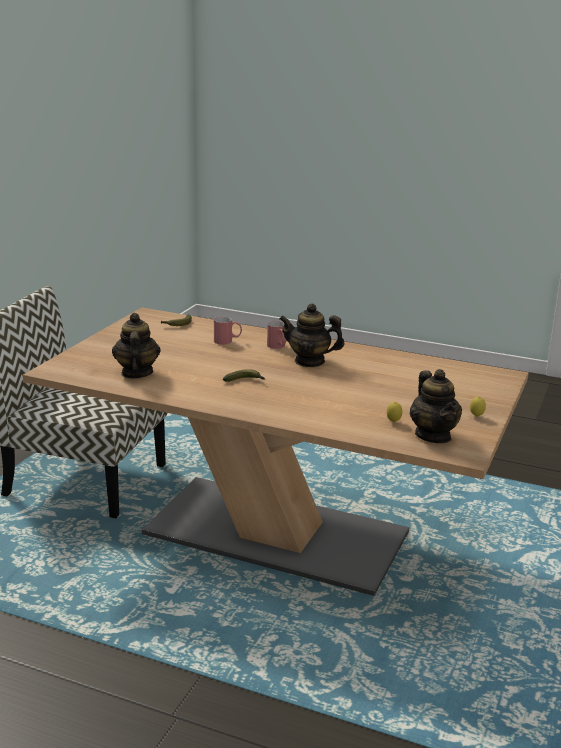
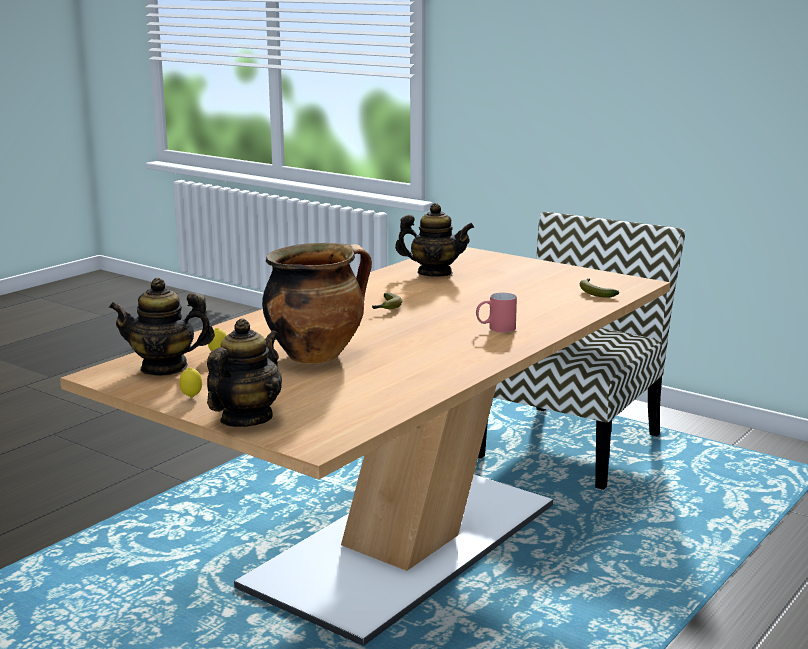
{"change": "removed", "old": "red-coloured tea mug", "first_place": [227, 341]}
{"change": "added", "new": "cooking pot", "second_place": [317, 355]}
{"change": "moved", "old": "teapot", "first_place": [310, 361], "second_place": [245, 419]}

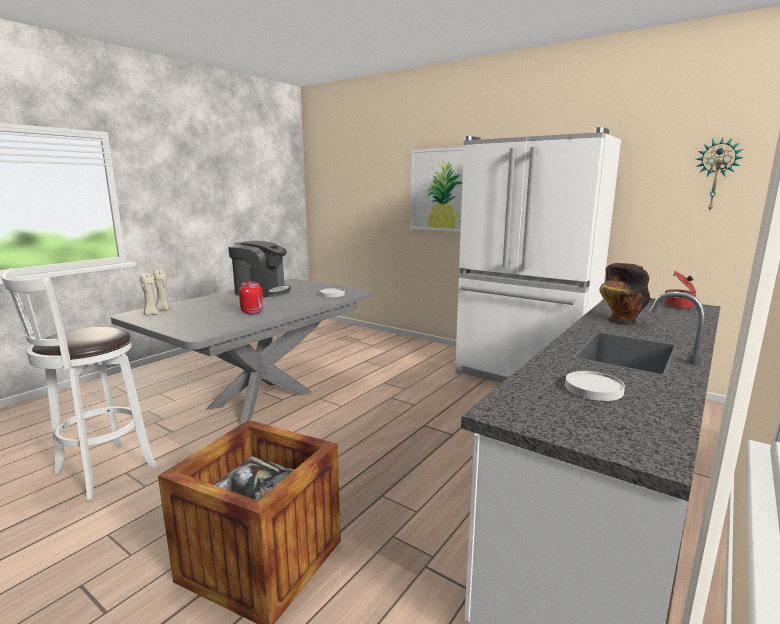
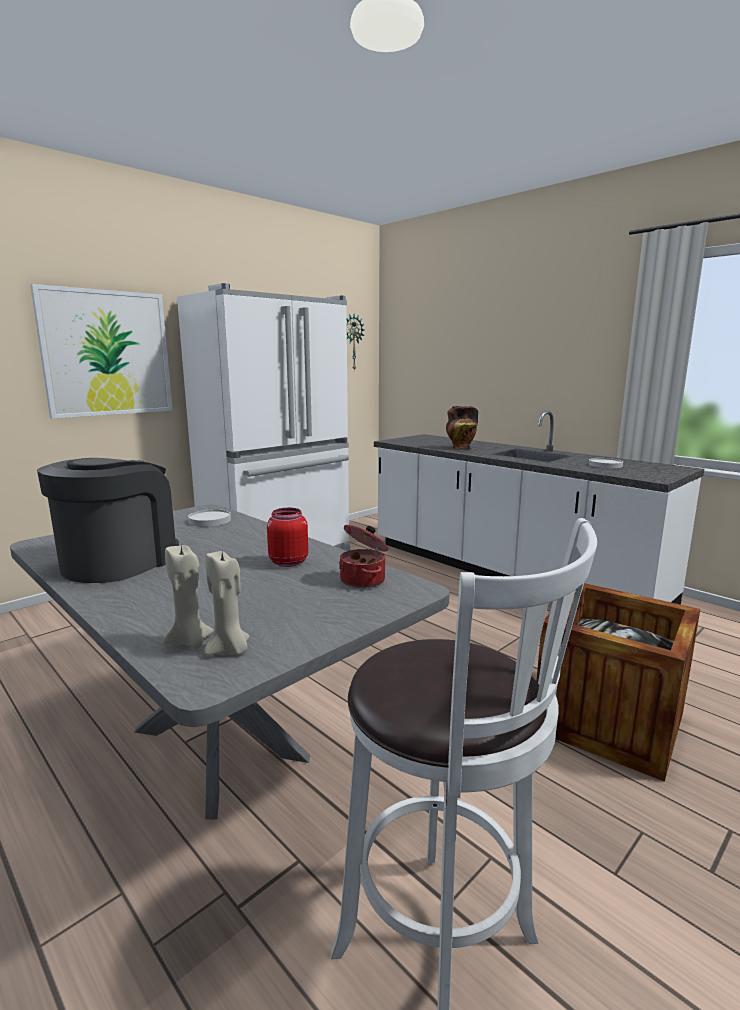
{"change": "moved", "old": "cooking pot", "first_place": [679, 306], "second_place": [364, 580]}

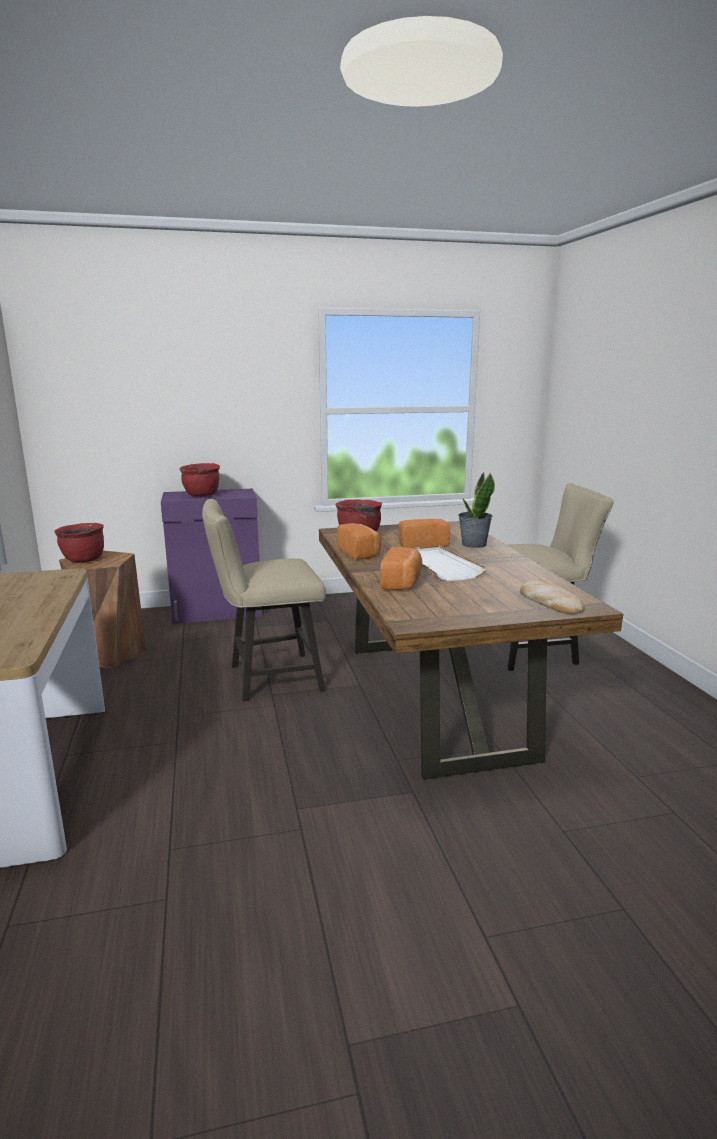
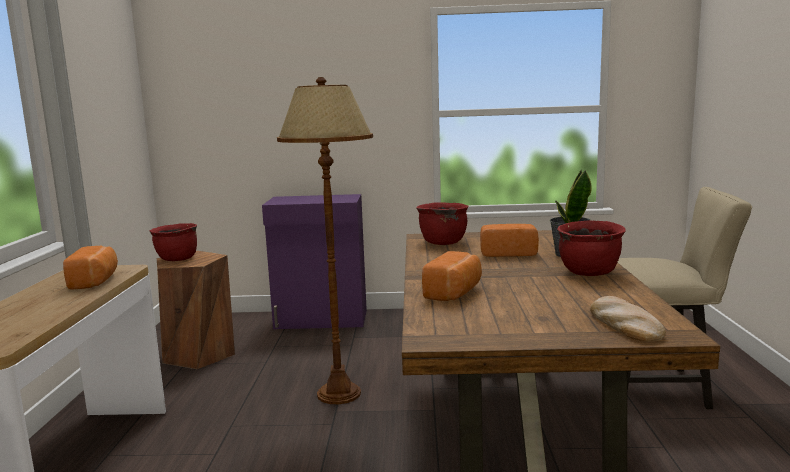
{"change": "removed", "old": "white-coloured carrying tray", "first_place": [439, 566]}
{"change": "moved", "old": "red-coloured cooking pot", "first_place": [202, 495], "second_place": [589, 273]}
{"change": "moved", "old": "baked bread", "first_place": [360, 553], "second_place": [95, 281]}
{"change": "replaced", "old": "beige-coloured upright chair", "new": "brown-coloured floor lamp", "first_place": [268, 678], "second_place": [339, 393]}

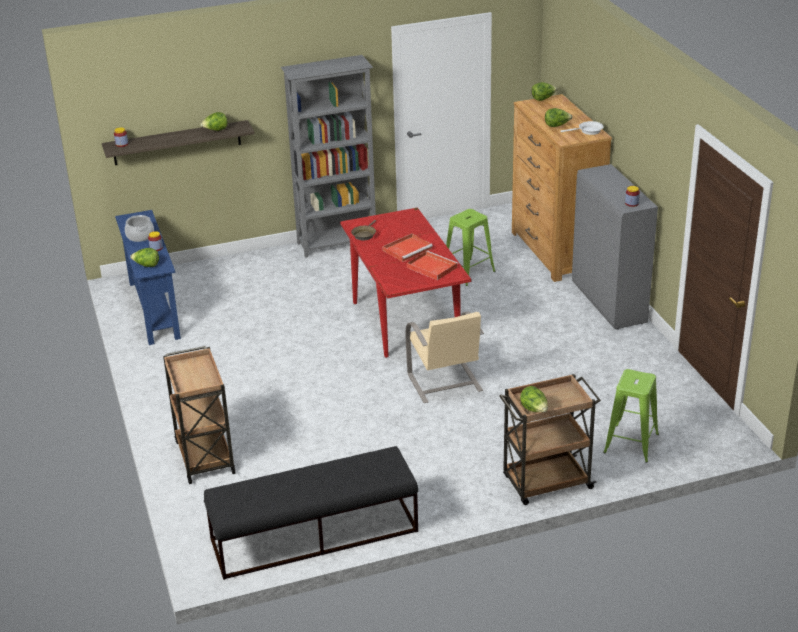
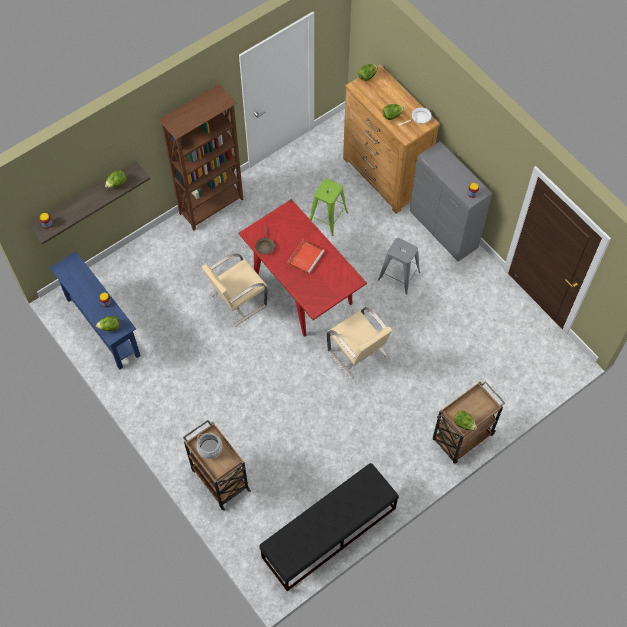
{"change": "removed", "old": "red-coloured carrying tray", "first_place": [431, 267]}
{"change": "removed", "old": "green stool seat", "first_place": [631, 443]}
{"change": "added", "new": "beige-coloured upright chair", "second_place": [237, 300]}
{"change": "added", "new": "grey stool seat", "second_place": [398, 275]}
{"change": "moved", "old": "cooking pot", "first_place": [140, 236], "second_place": [210, 448]}
{"change": "recoloured", "old": "grey shelving unit", "new": "brown-coloured shelving unit", "first_place": [338, 244], "second_place": [212, 206]}

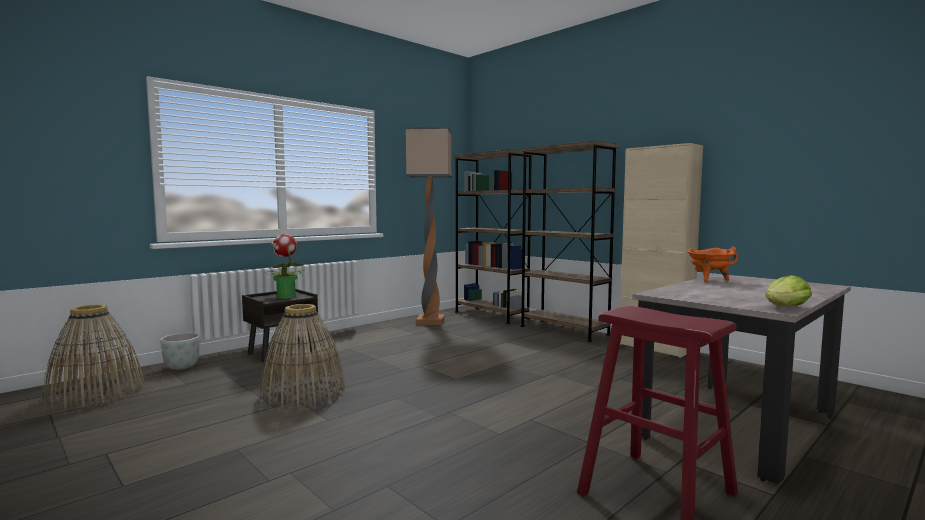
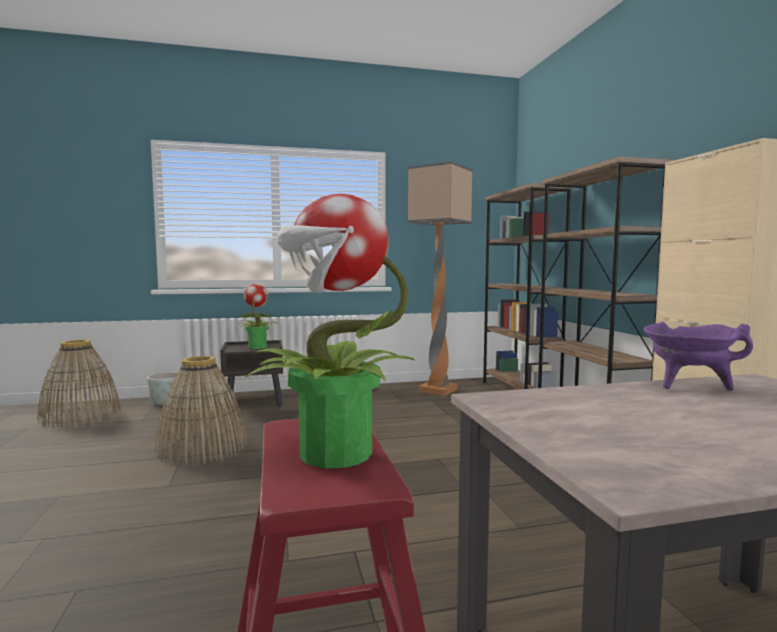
{"change": "removed", "old": "head of lettuce", "first_place": [785, 307]}
{"change": "added", "new": "potted plant", "second_place": [332, 453]}
{"change": "recoloured", "old": "orangey cooking pot", "new": "purple cooking pot", "first_place": [709, 280], "second_place": [688, 385]}

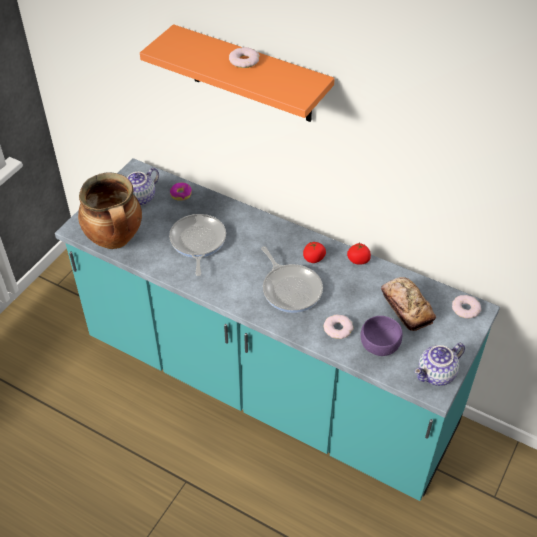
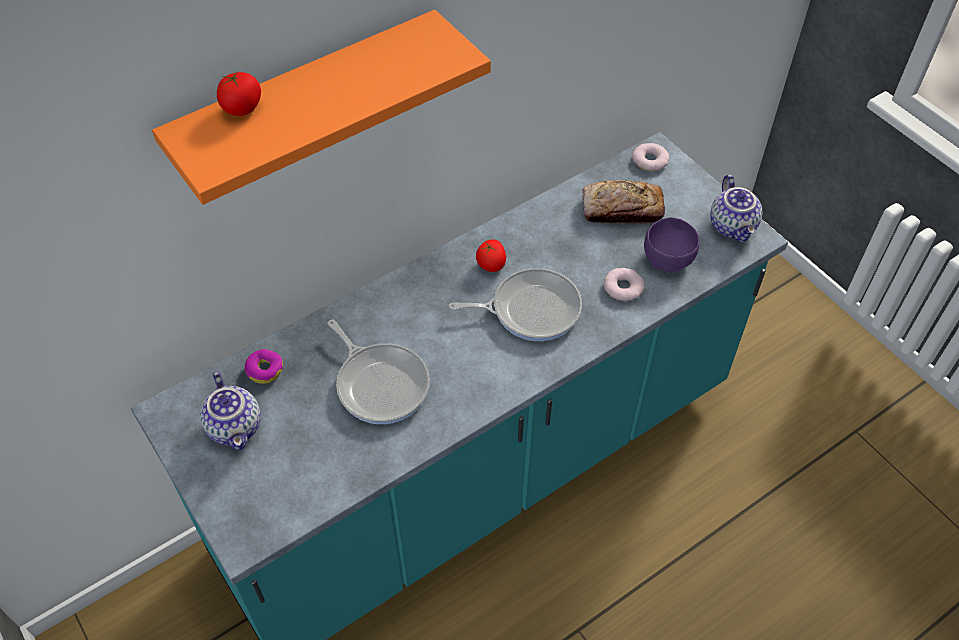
{"change": "removed", "old": "cooking pot", "first_place": [116, 240]}
{"change": "removed", "old": "doughnut", "first_place": [244, 61]}
{"change": "moved", "old": "fresh tomato", "first_place": [358, 260], "second_place": [242, 108]}
{"change": "turned", "old": "skillet", "first_place": [197, 242], "second_place": [380, 383], "degrees": -150}

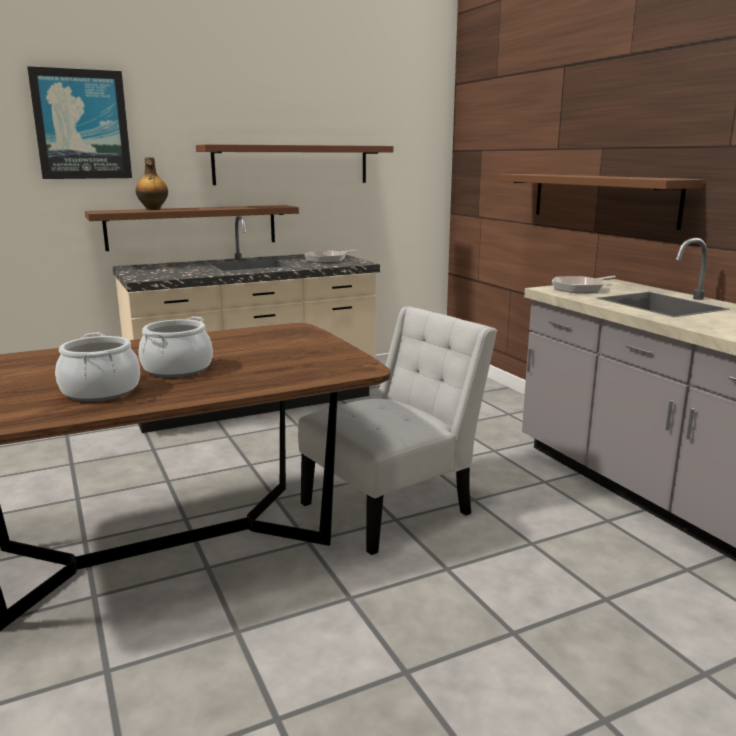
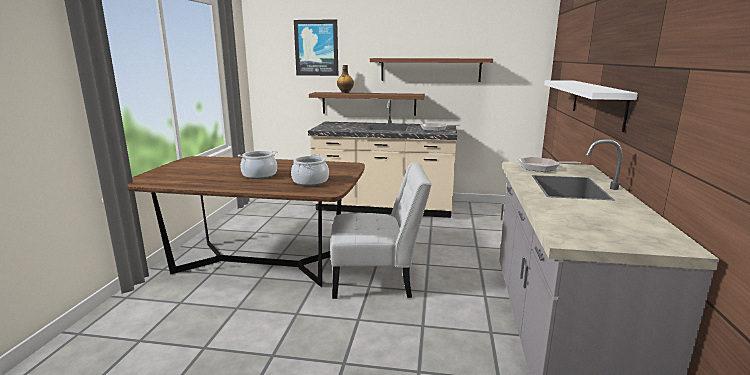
{"change": "moved", "old": "cooking pot", "first_place": [101, 391], "second_place": [310, 182]}
{"change": "recoloured", "old": "brown-coloured wall shelf", "new": "white-coloured wall shelf", "first_place": [602, 198], "second_place": [597, 102]}

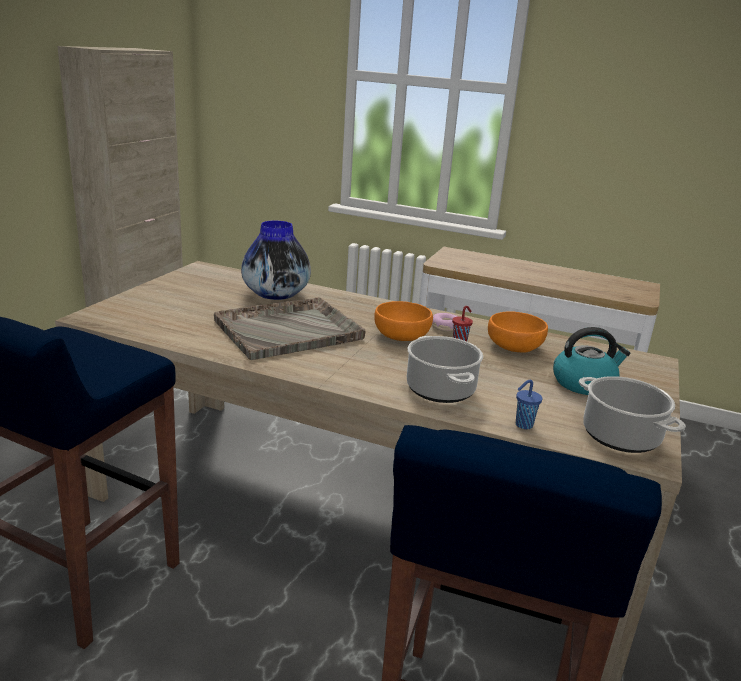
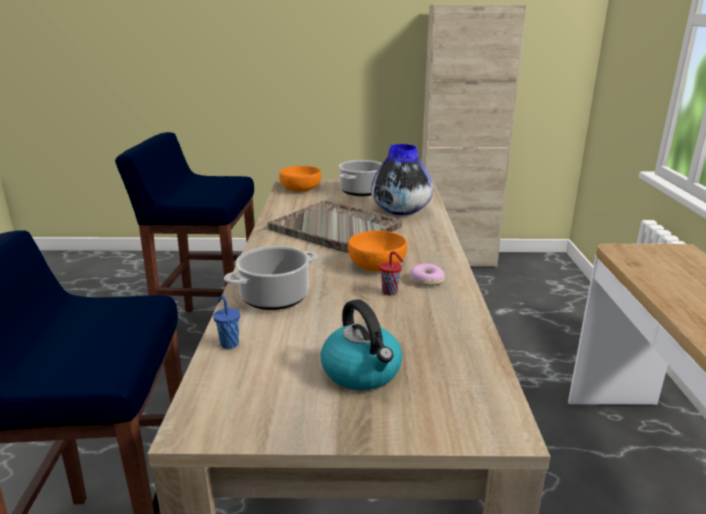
{"change": "moved", "old": "orangey deep dish", "first_place": [514, 346], "second_place": [301, 189]}
{"change": "moved", "old": "cooking pot", "first_place": [621, 436], "second_place": [361, 191]}

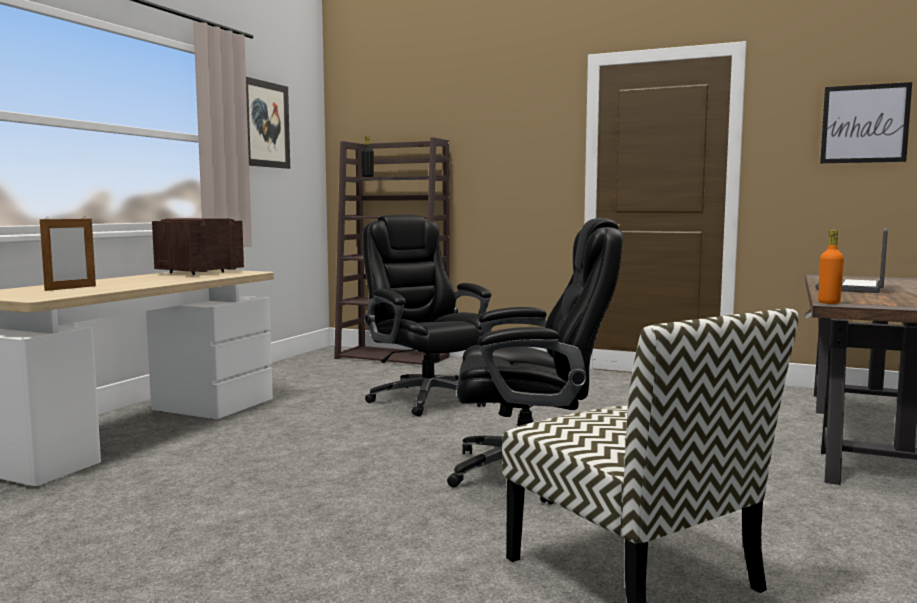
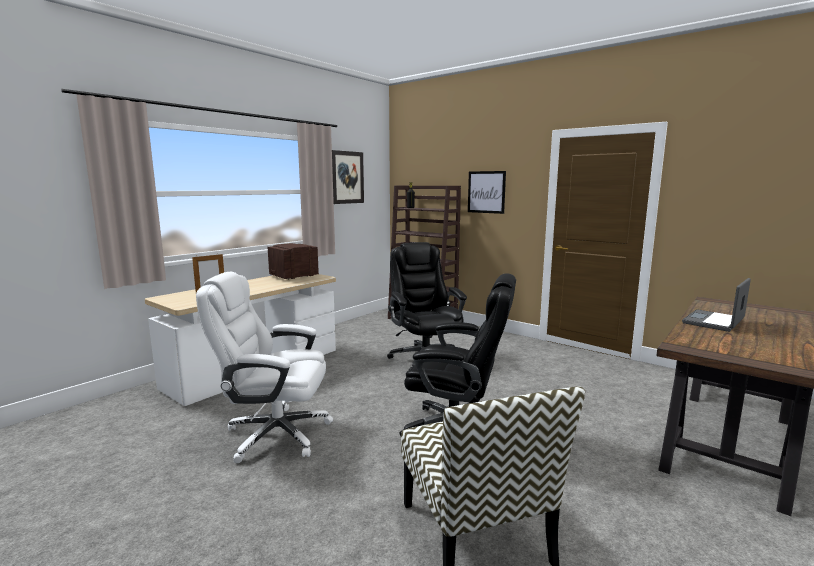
{"change": "removed", "old": "orangey beverage bottle", "first_place": [829, 303]}
{"change": "added", "new": "white-coloured desk chair", "second_place": [275, 434]}
{"change": "moved", "old": "wall art", "first_place": [864, 124], "second_place": [486, 192]}

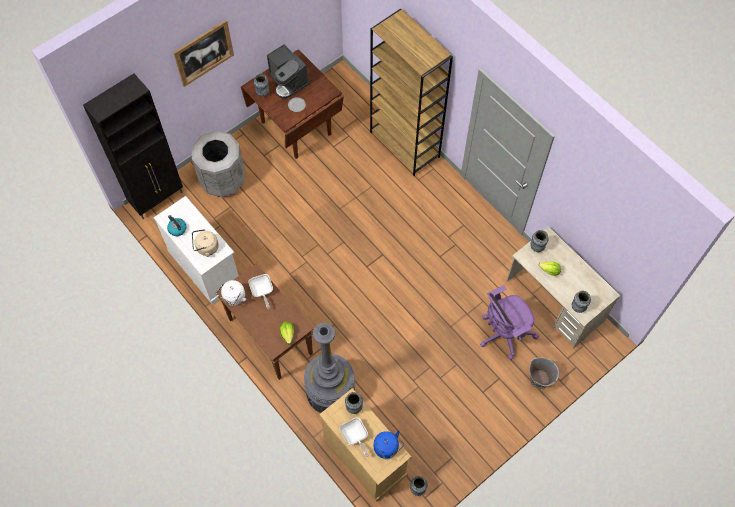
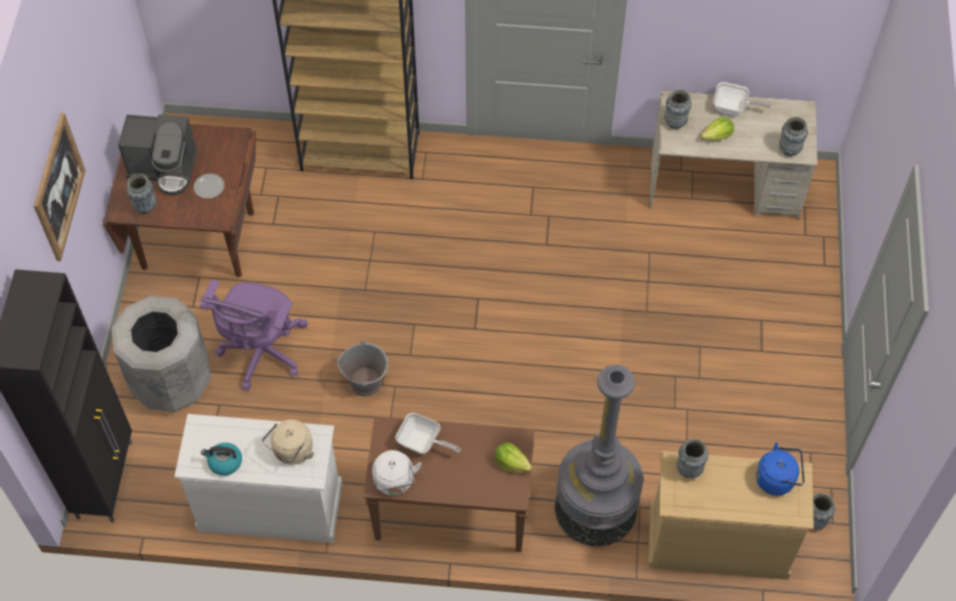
{"change": "moved", "old": "skillet", "first_place": [355, 437], "second_place": [733, 108]}
{"change": "moved", "old": "purple desk chair", "first_place": [503, 334], "second_place": [261, 354]}
{"change": "moved", "old": "grey water bucket", "first_place": [540, 379], "second_place": [366, 382]}

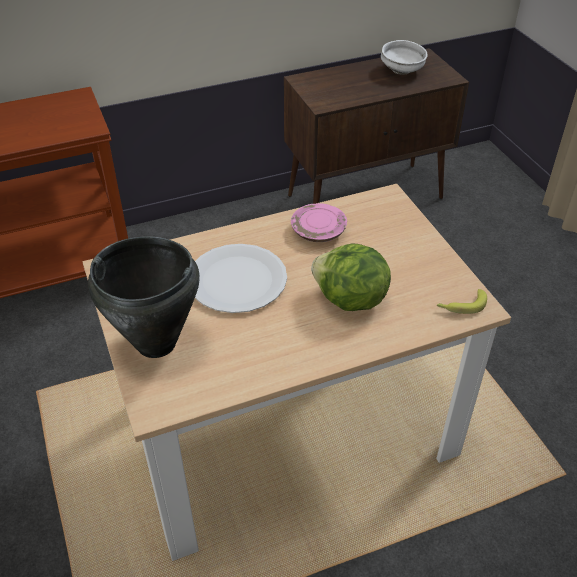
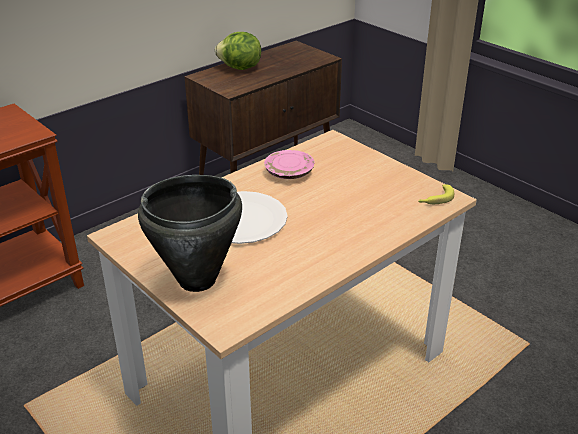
{"change": "removed", "old": "white-coloured deep dish", "first_place": [402, 71]}
{"change": "moved", "old": "head of lettuce", "first_place": [349, 300], "second_place": [240, 68]}

